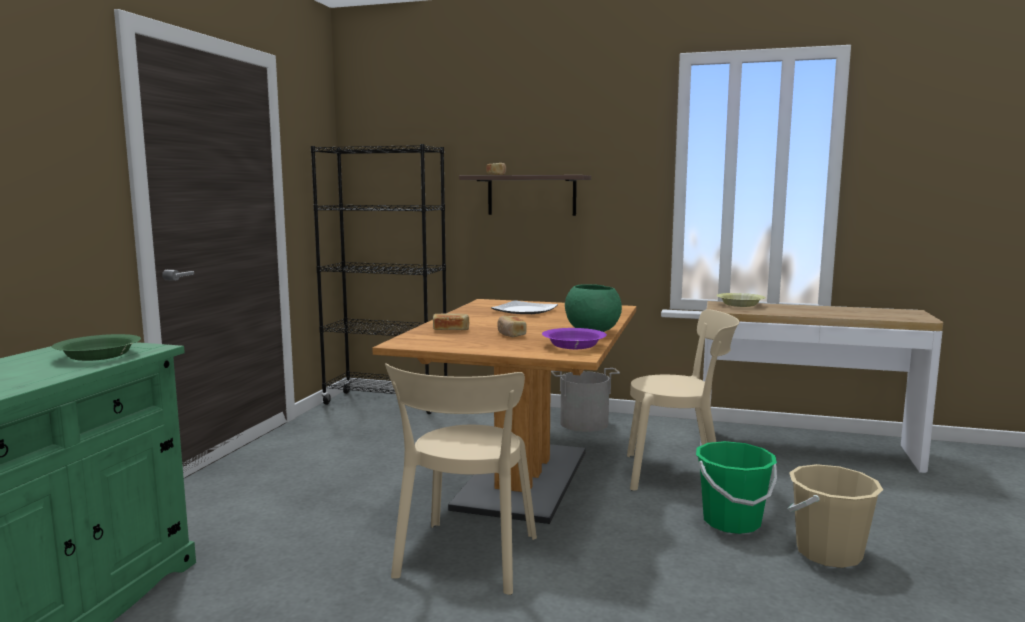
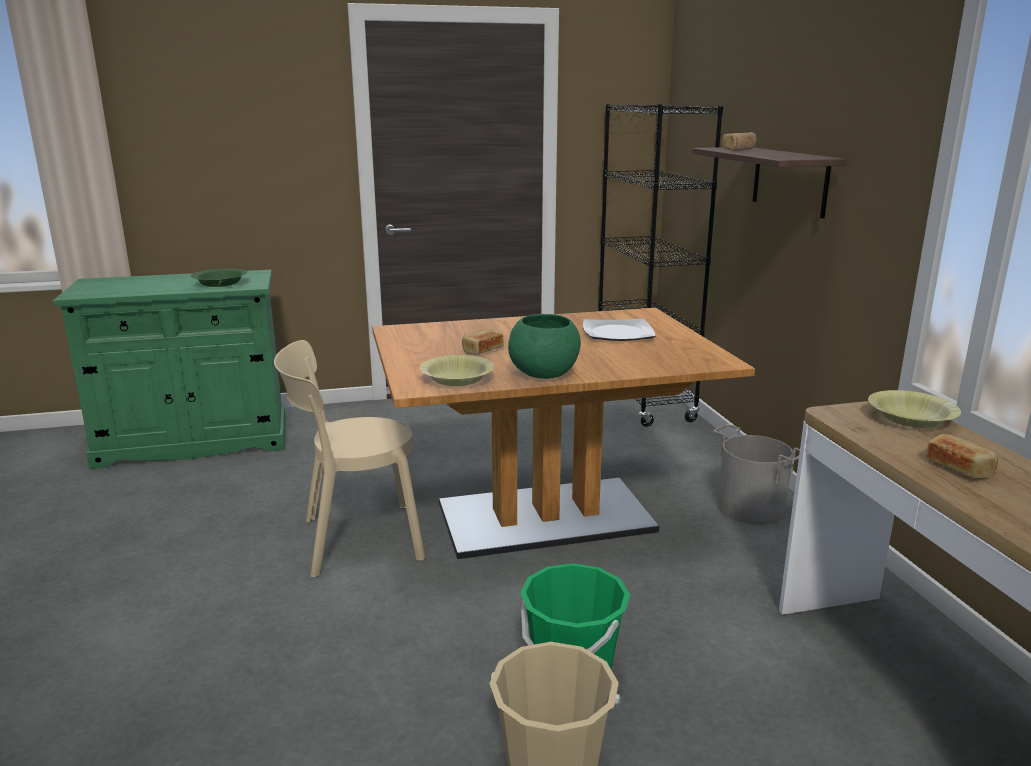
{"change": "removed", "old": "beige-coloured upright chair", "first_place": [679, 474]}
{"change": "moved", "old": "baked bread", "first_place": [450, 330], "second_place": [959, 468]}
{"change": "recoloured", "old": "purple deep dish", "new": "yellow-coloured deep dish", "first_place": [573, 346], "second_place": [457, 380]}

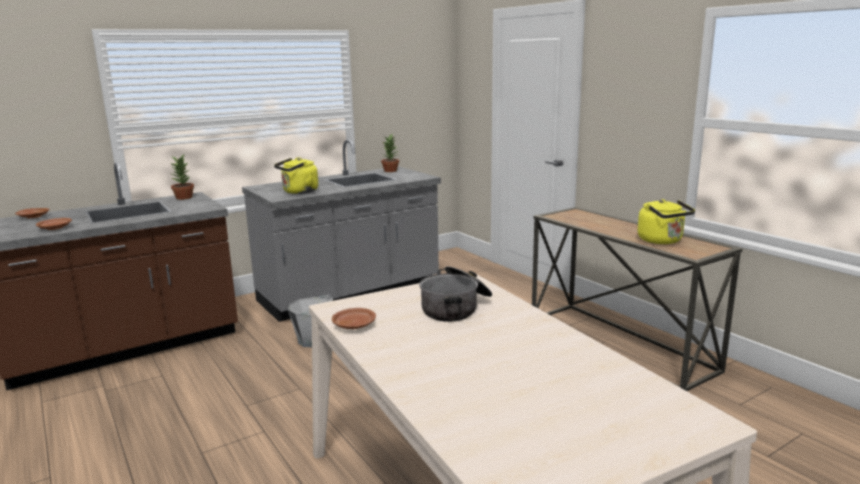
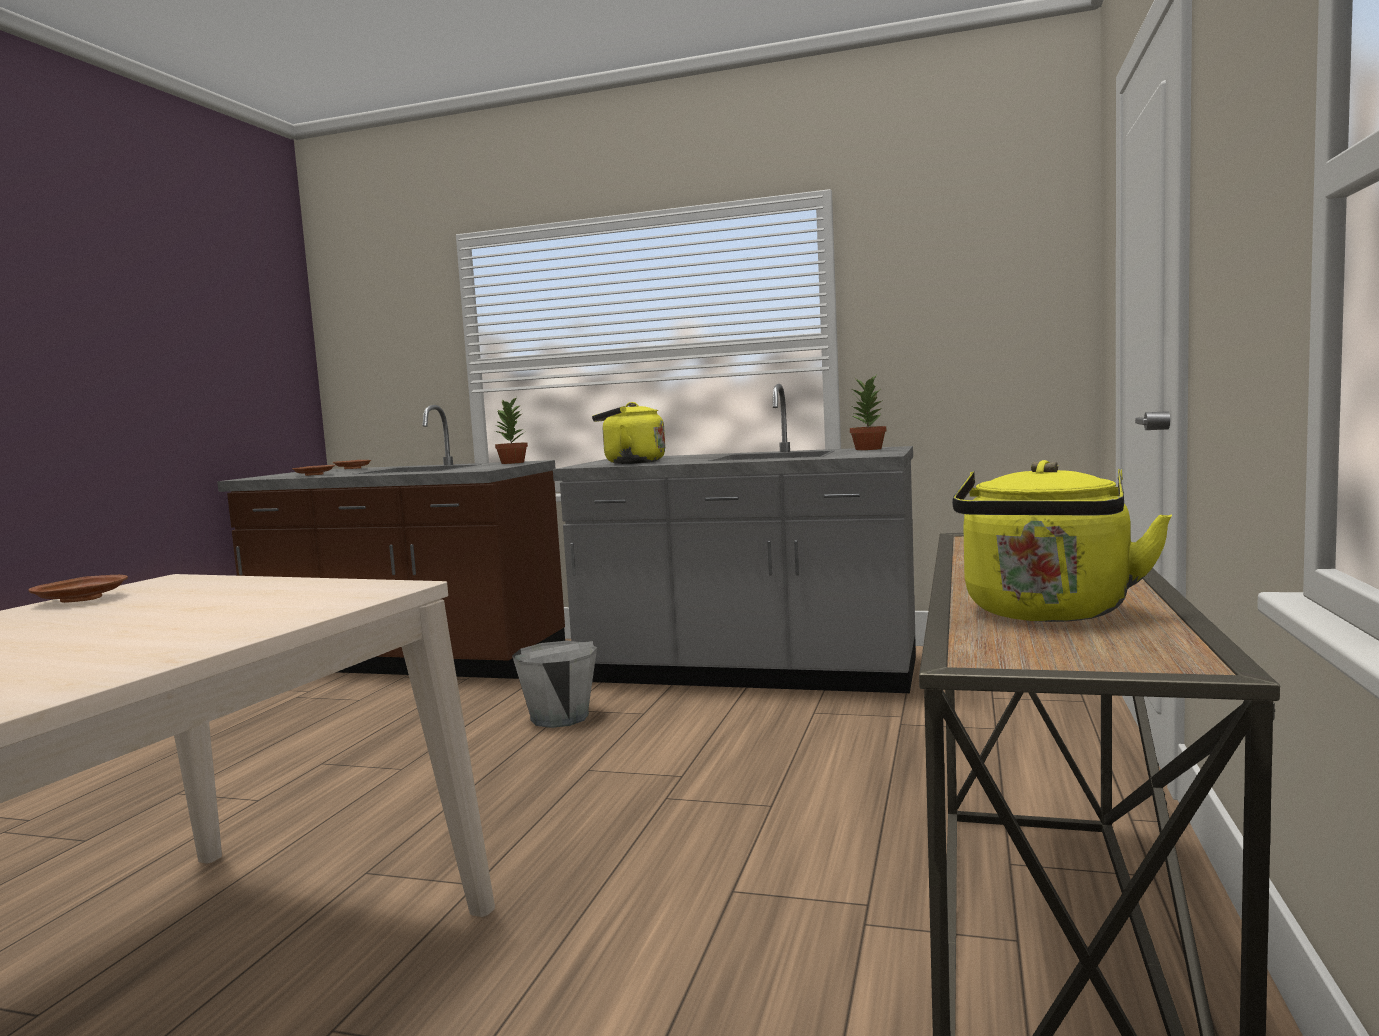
{"change": "removed", "old": "cooking pot", "first_place": [456, 307]}

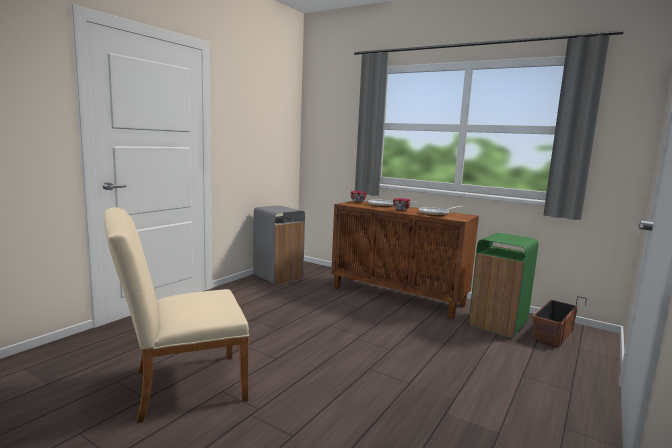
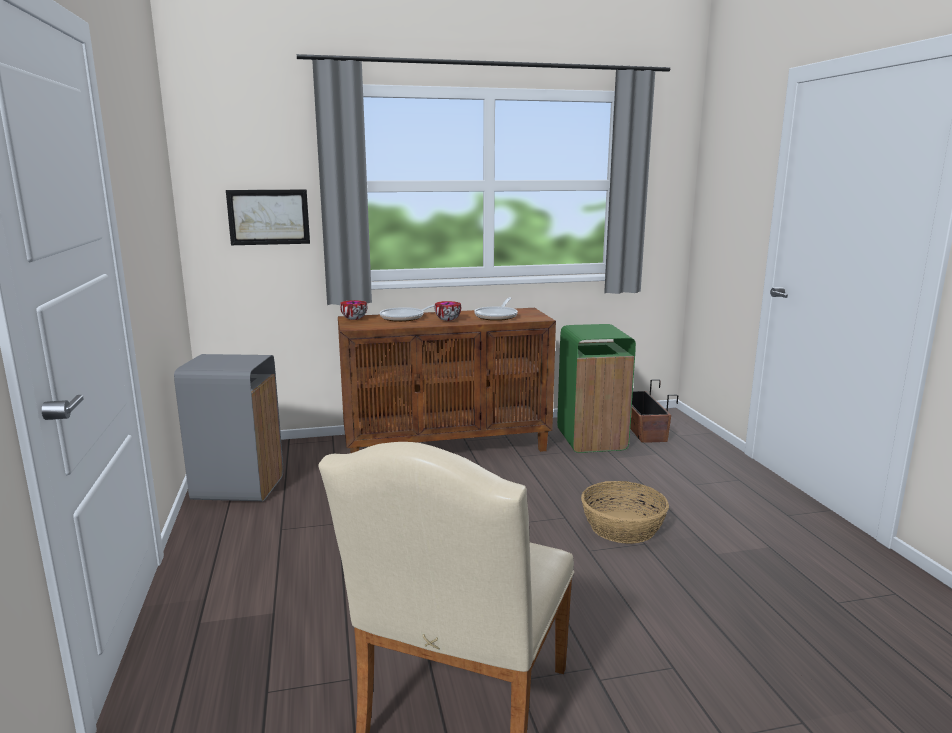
{"change": "added", "new": "wall art", "second_place": [268, 217]}
{"change": "added", "new": "household basket", "second_place": [622, 527]}

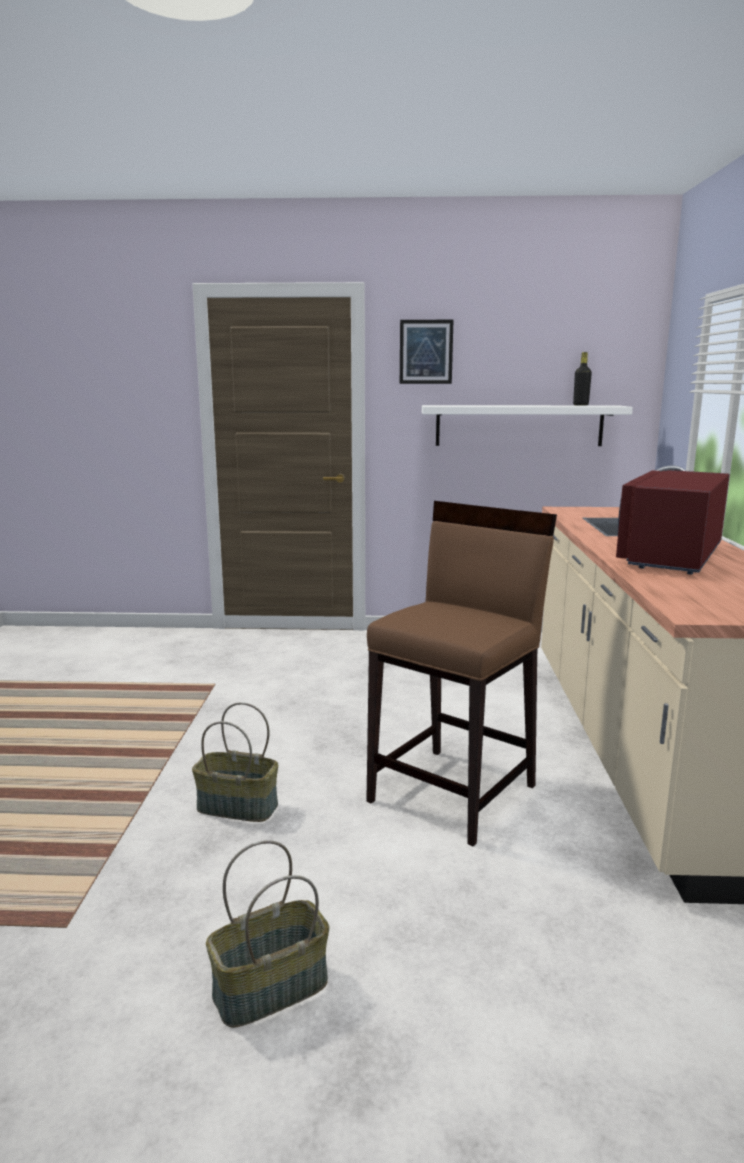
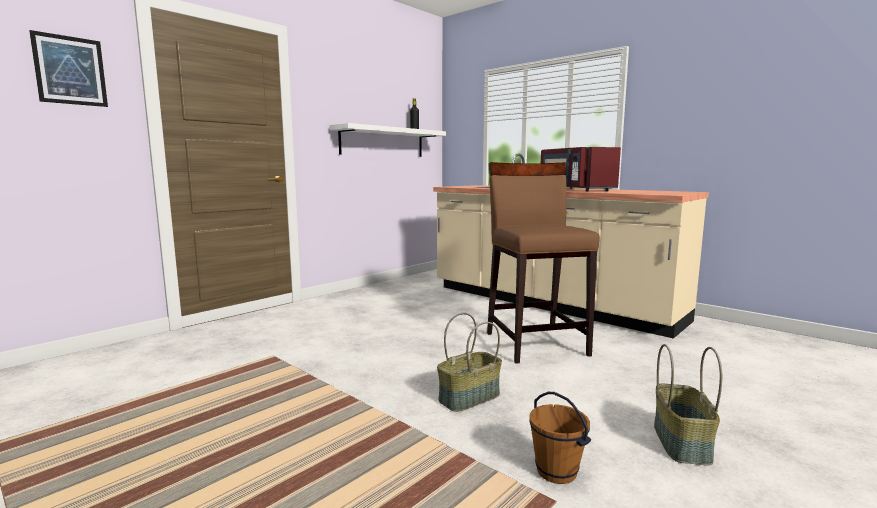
{"change": "added", "new": "brown-coloured water bucket", "second_place": [557, 471]}
{"change": "moved", "old": "wall art", "first_place": [426, 352], "second_place": [70, 70]}

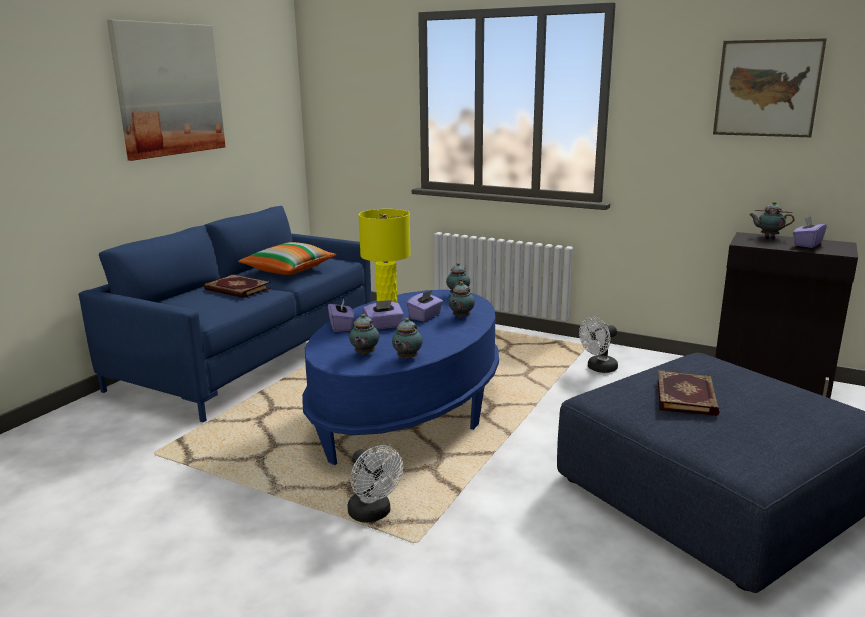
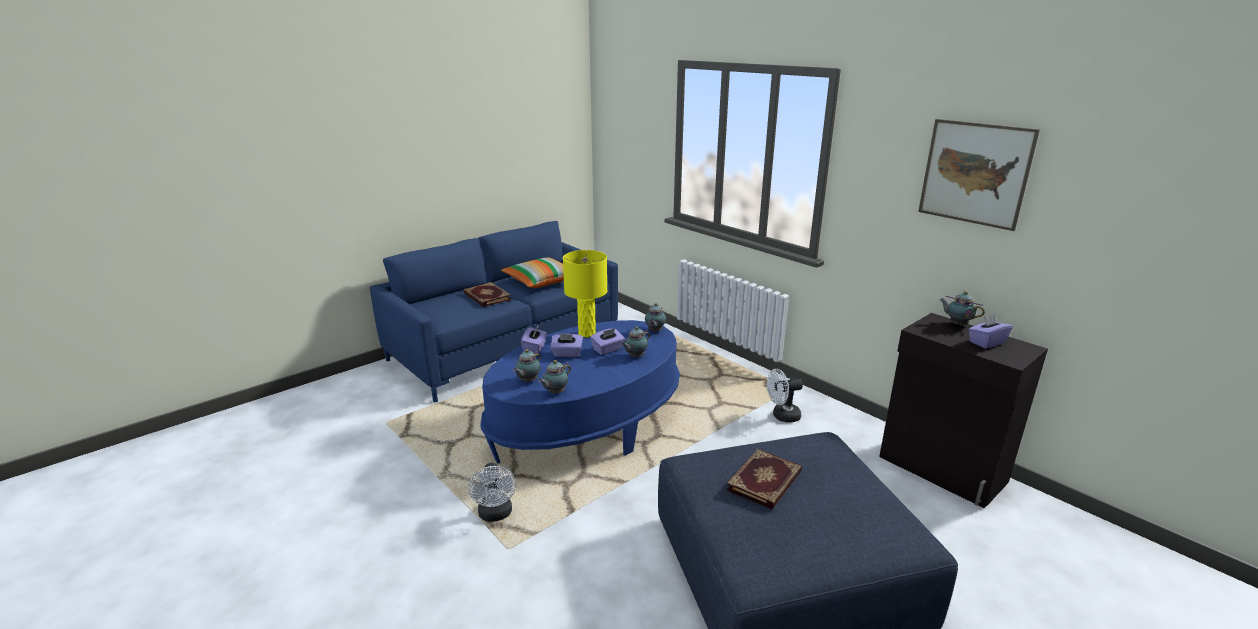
{"change": "removed", "old": "wall art", "first_place": [169, 89]}

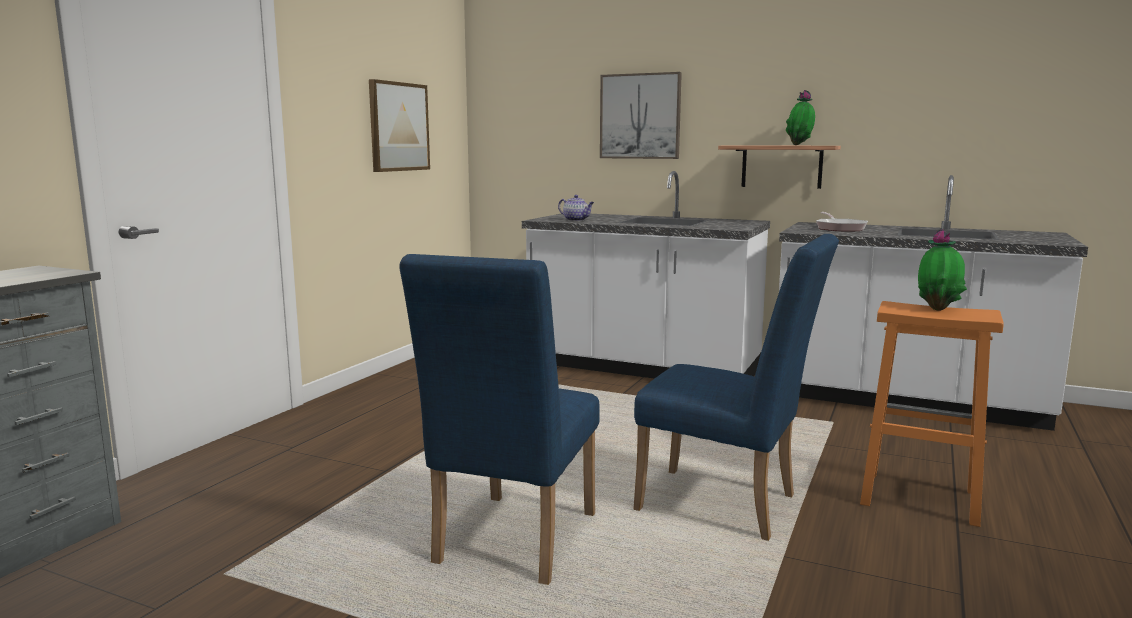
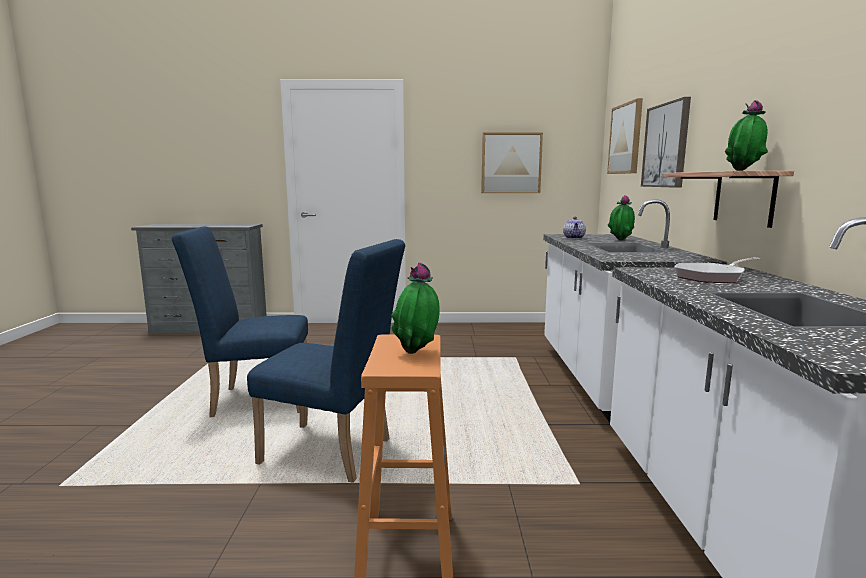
{"change": "added", "new": "wall art", "second_place": [626, 139]}
{"change": "added", "new": "potted plant", "second_place": [620, 240]}
{"change": "turned", "old": "bluish upright chair", "first_place": [728, 506], "second_place": [334, 453], "degrees": -75}

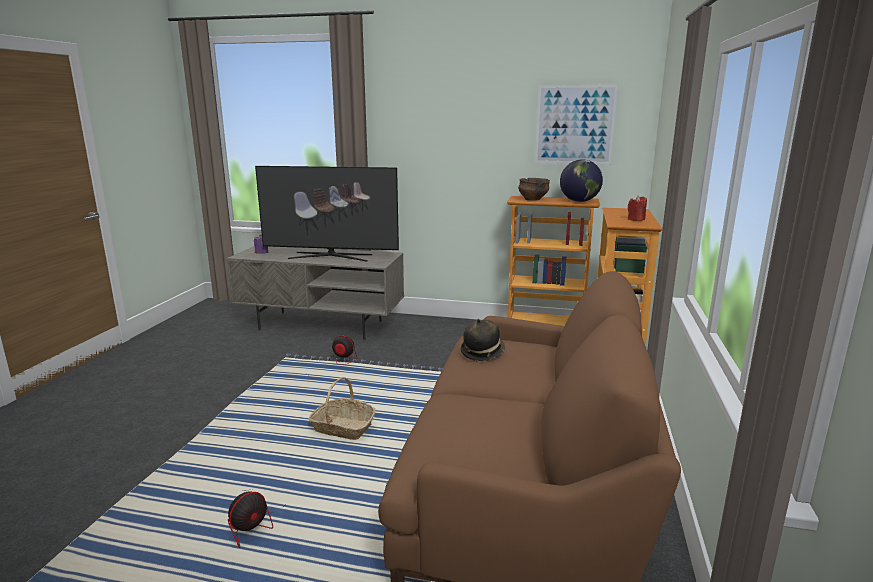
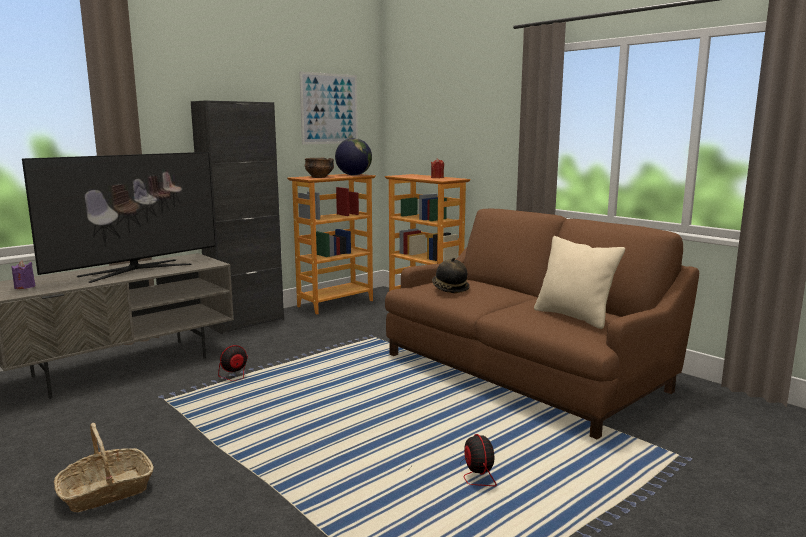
{"change": "added", "new": "black storage cabinet", "second_place": [246, 322]}
{"change": "added", "new": "beige-coloured pillow", "second_place": [574, 317]}
{"change": "moved", "old": "household basket", "first_place": [342, 427], "second_place": [106, 491]}

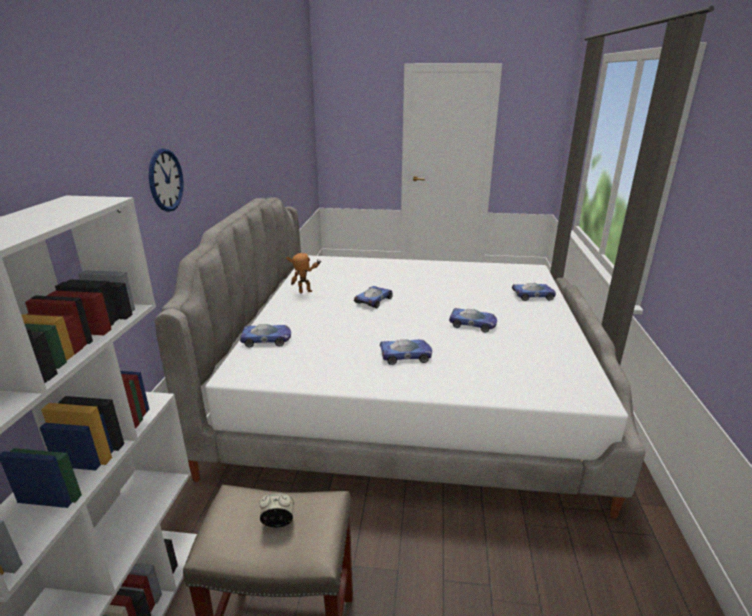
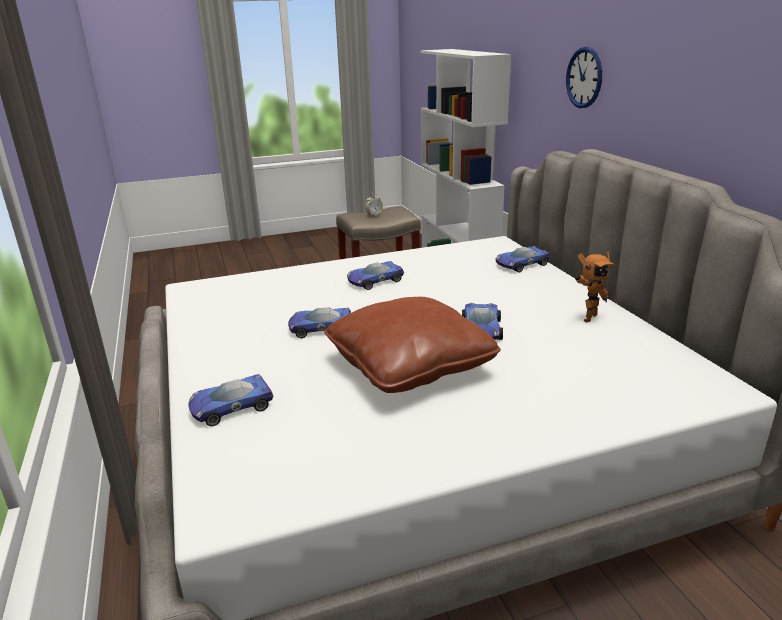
{"change": "added", "new": "brown-coloured pillow", "second_place": [409, 365]}

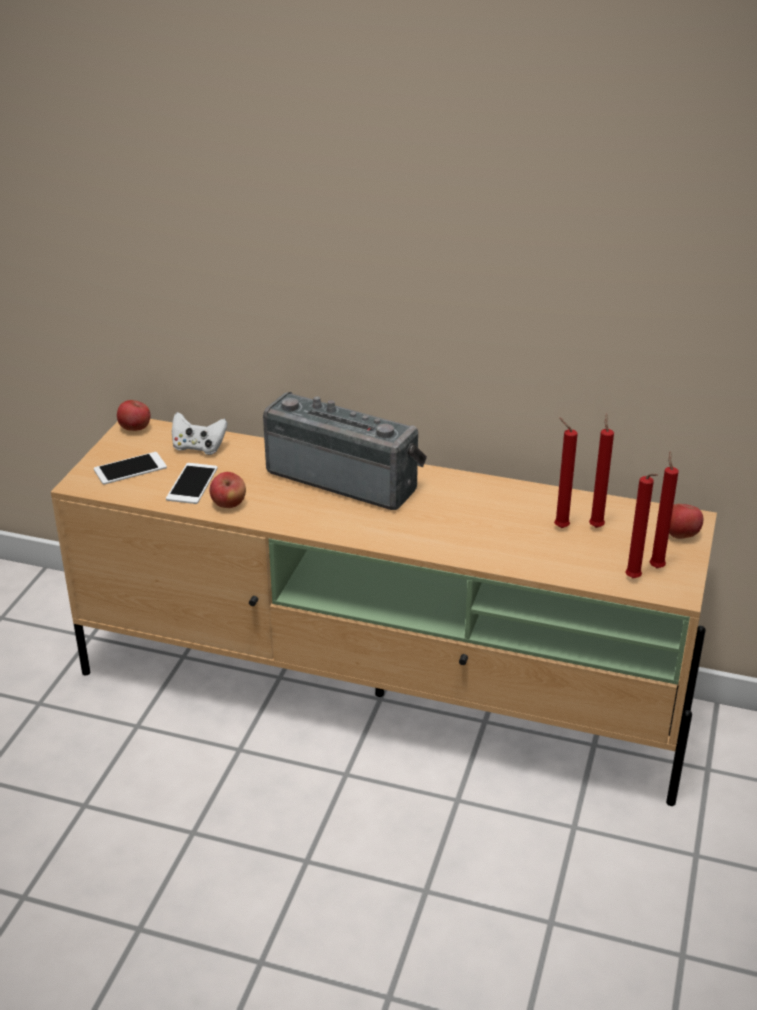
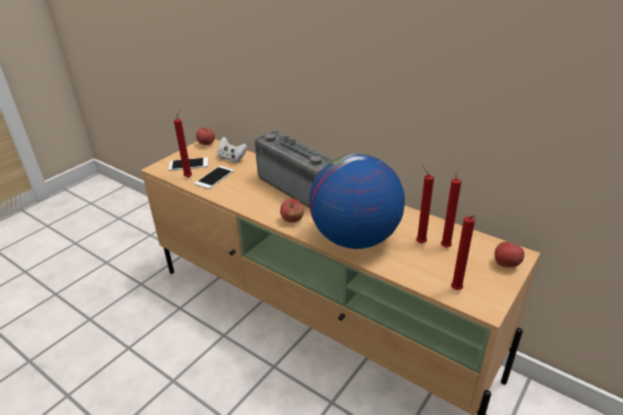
{"change": "added", "new": "desk globe", "second_place": [354, 238]}
{"change": "moved", "old": "apple", "first_place": [228, 504], "second_place": [292, 220]}
{"change": "moved", "old": "red-coloured wax light", "first_place": [656, 566], "second_place": [189, 177]}

